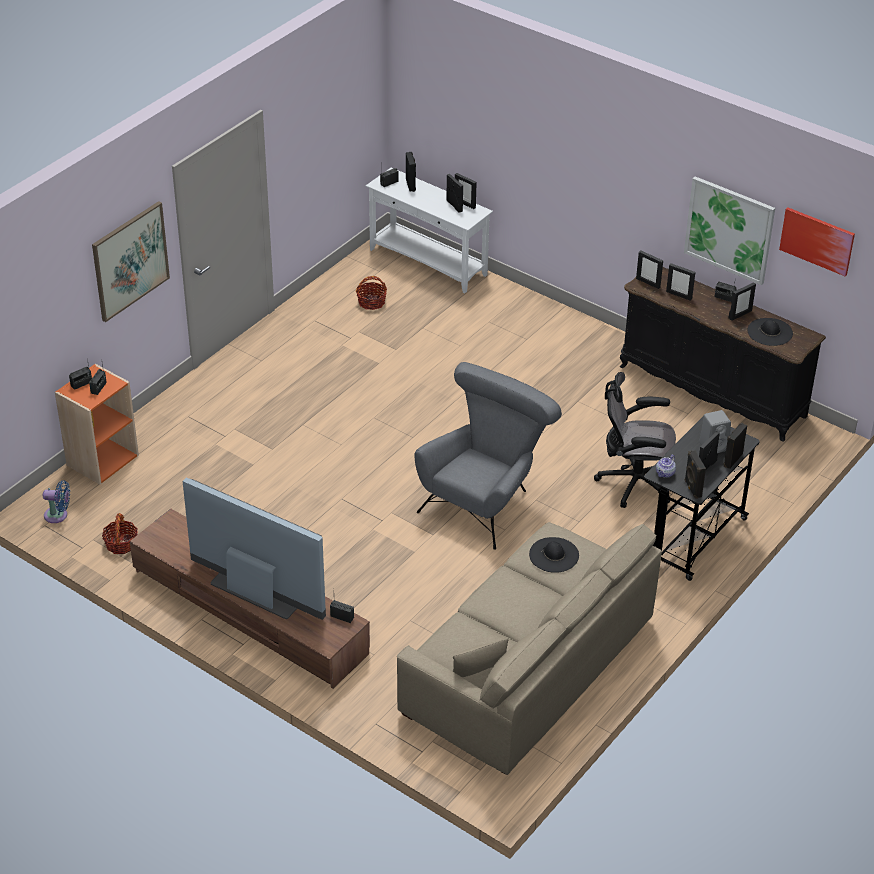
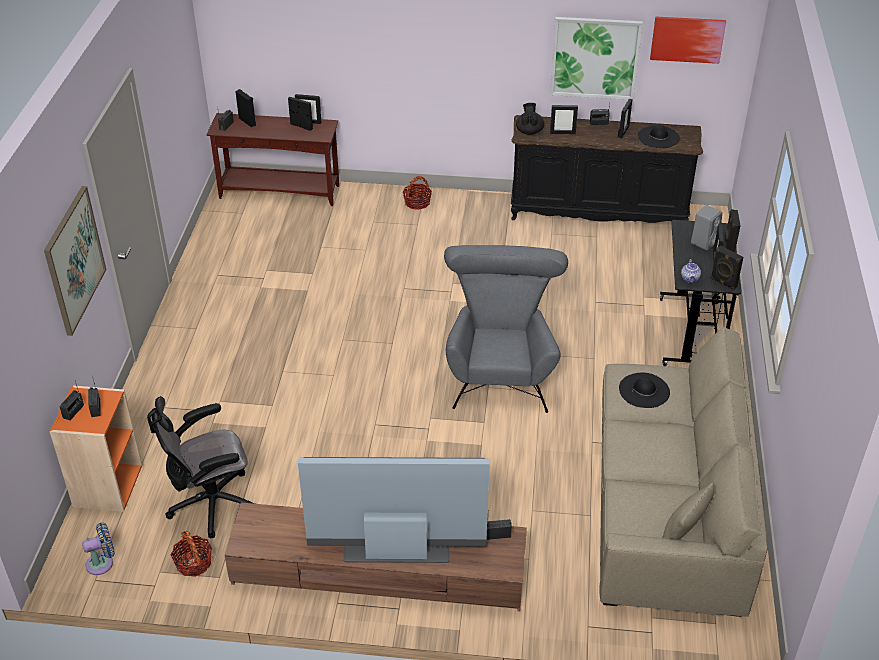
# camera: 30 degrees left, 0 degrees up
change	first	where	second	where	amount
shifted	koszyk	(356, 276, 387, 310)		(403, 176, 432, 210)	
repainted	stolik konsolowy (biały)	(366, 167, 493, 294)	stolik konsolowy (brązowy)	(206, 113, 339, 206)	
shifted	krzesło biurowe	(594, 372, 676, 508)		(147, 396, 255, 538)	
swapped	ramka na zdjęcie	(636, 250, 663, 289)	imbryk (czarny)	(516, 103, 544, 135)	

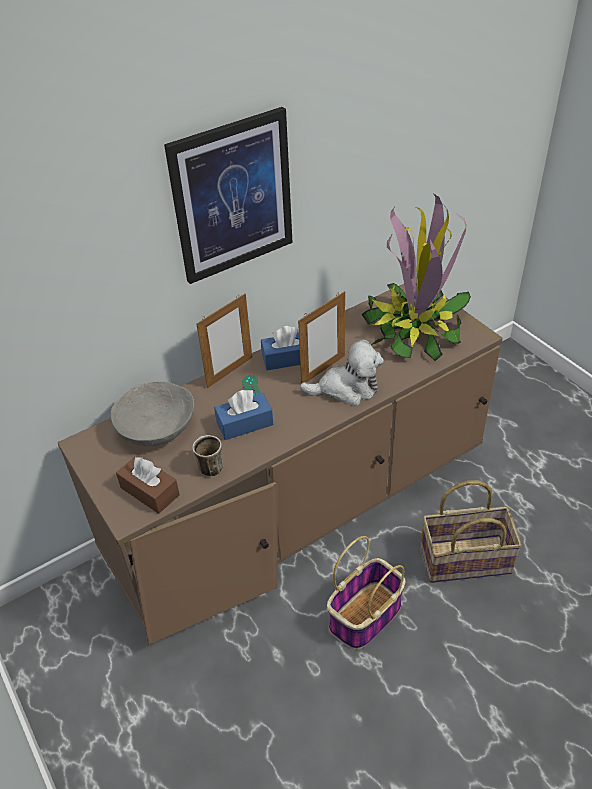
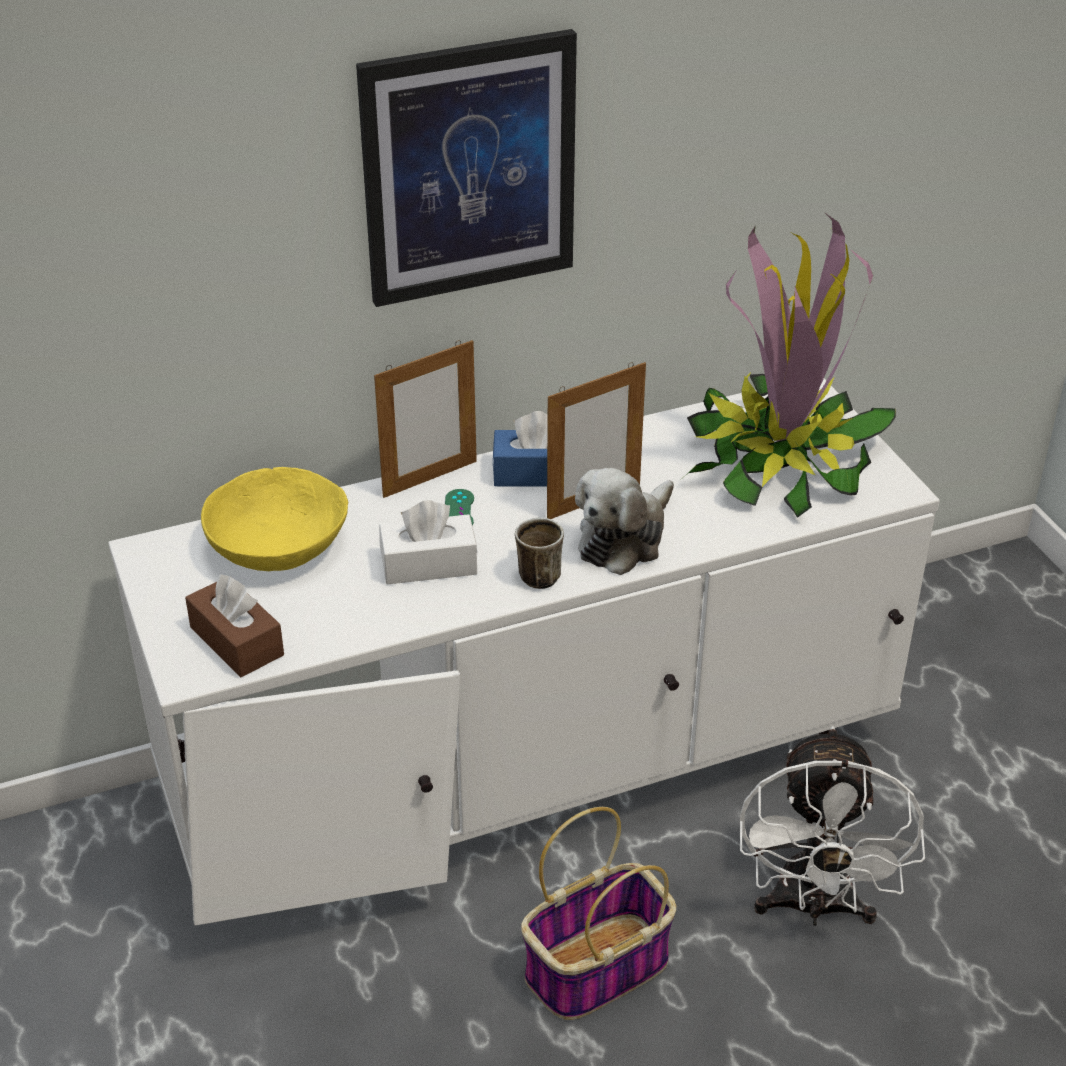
# camera: 10 degrees right, 5 degrees down
change	first	where	second	where	amount
repainted	szafka pod telewizor (brązowy)	(58, 278, 503, 644)	szafka pod telewizor (biały)	(108, 378, 940, 926)	
repainted	miska (szary)	(111, 381, 195, 446)	miska (żółty)	(201, 467, 348, 571)	
shifted	kubek	(192, 435, 223, 476)		(515, 517, 564, 589)	
repainted	pudełko chusteczek (niebieski)	(214, 390, 273, 440)	pudełko chusteczek (biały)	(379, 500, 478, 585)	
rotated	pluszak	(300, 340, 384, 406)		(575, 468, 674, 575)	120 degrees clockwise
swapped	koszyk	(421, 480, 522, 583)	wentylator (biały)	(740, 726, 925, 926)	

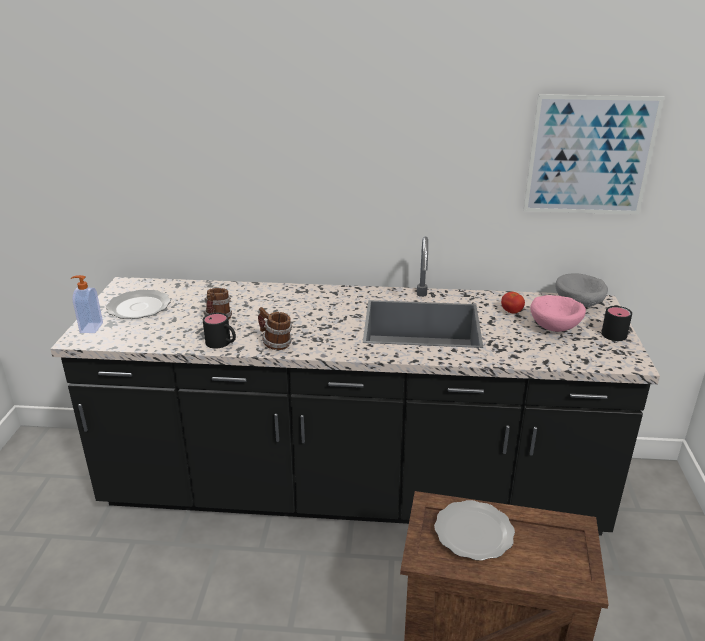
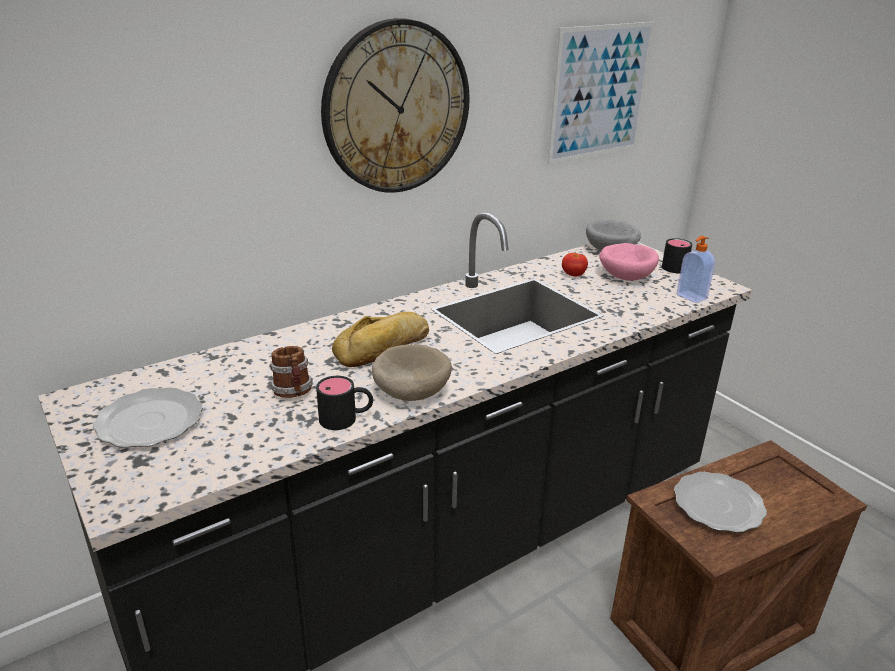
# camera: 40 degrees left, 0 degrees up
change	first	where	second	where	amount
shifted	dozownik mydła	(71, 275, 103, 333)		(677, 236, 715, 303)	
swapped	kubek	(258, 307, 293, 350)	miska (beżowy)	(372, 344, 452, 401)	
new			zegar ścienny	(321, 18, 470, 193)	
new			chleb	(332, 312, 429, 367)	

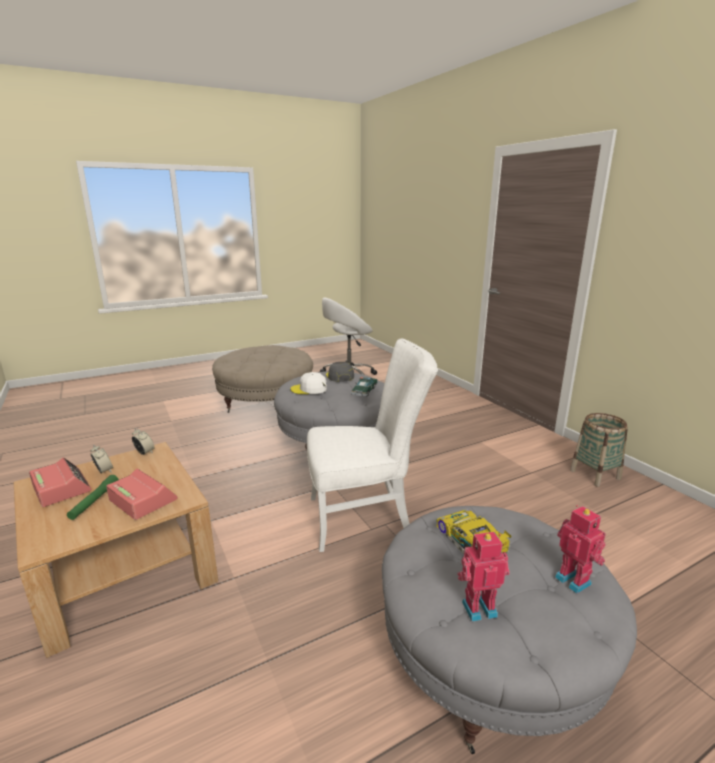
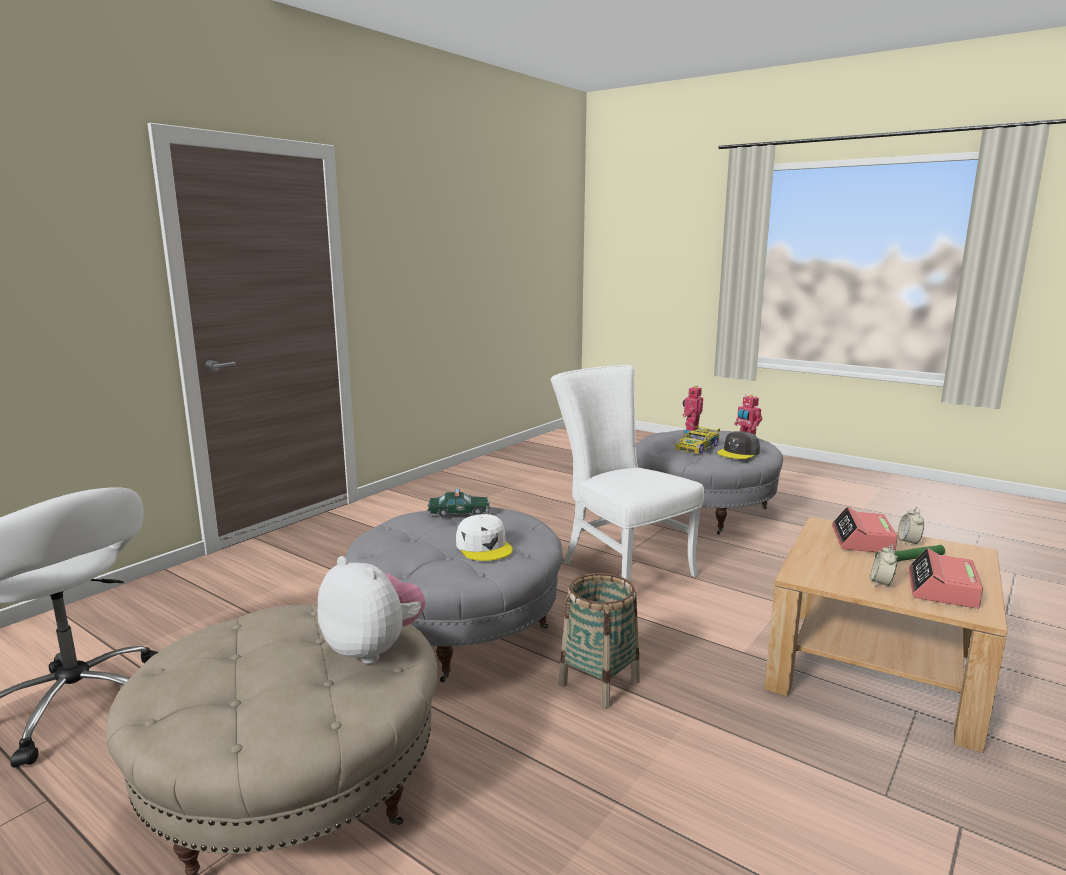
# camera: 115 degrees left, 5 degrees down
change	first	where	second	where	amount
shifted	budzik	(132, 428, 154, 455)		(898, 507, 924, 546)	
shifted	czapka z daszkiem (szary)	(326, 362, 354, 382)		(717, 431, 760, 459)	
shifted	koszyk	(570, 413, 628, 487)		(559, 573, 640, 708)	
new			pluszak	(317, 556, 426, 664)	

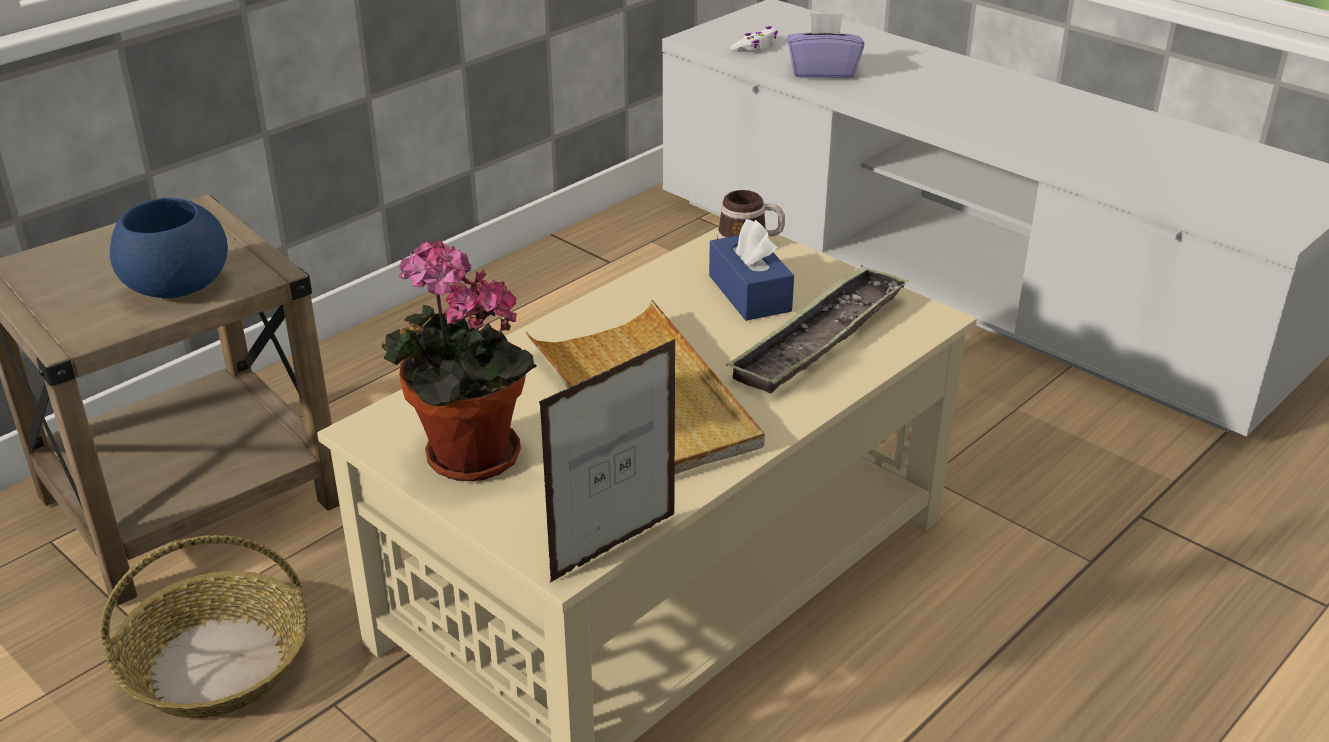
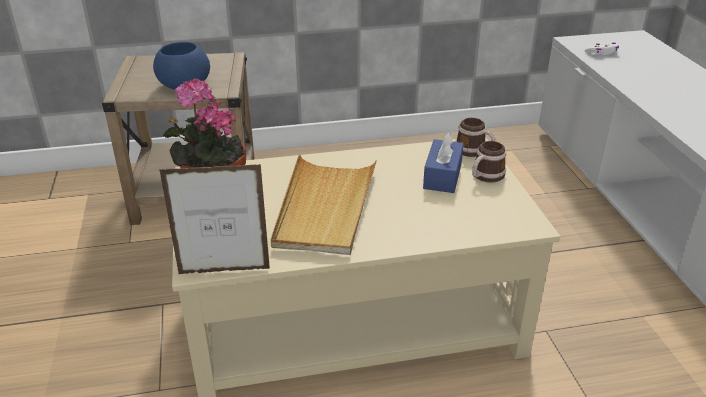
# camera: 35 degrees right, 0 degrees up
change	first	where	second	where	amount
gone	koszyk	(101, 535, 308, 718)			
gone	taca	(726, 265, 909, 393)			
gone	pudełko chusteczek (fioletowy)	(787, 13, 864, 78)			
new			kubek	(472, 141, 506, 183)	

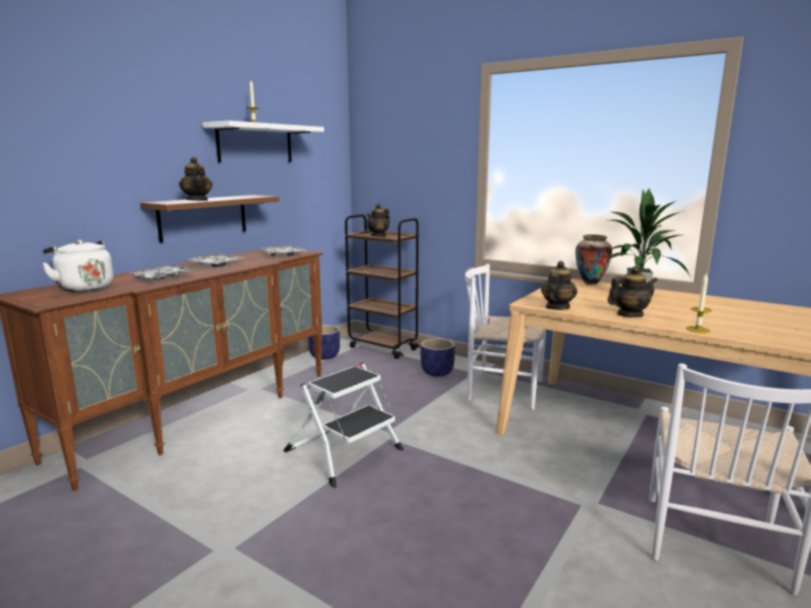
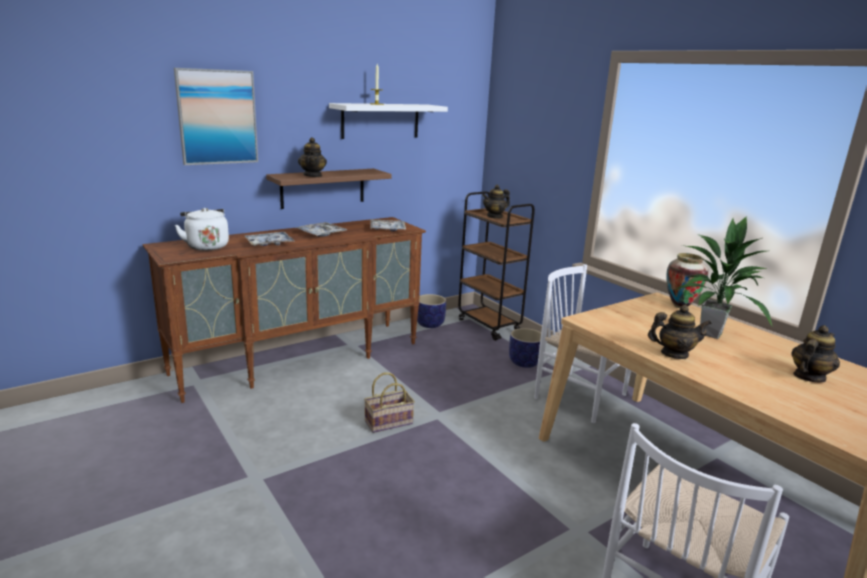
# camera: 20 degrees right, 5 degrees up
change	first	where	second	where	amount
swapped	drabinka	(283, 362, 404, 488)	koszyk	(364, 372, 415, 433)	
shifted	imbryk	(541, 261, 577, 310)		(791, 325, 840, 382)	
gone	świeca	(686, 272, 712, 333)			
new			obraz	(174, 68, 258, 165)	

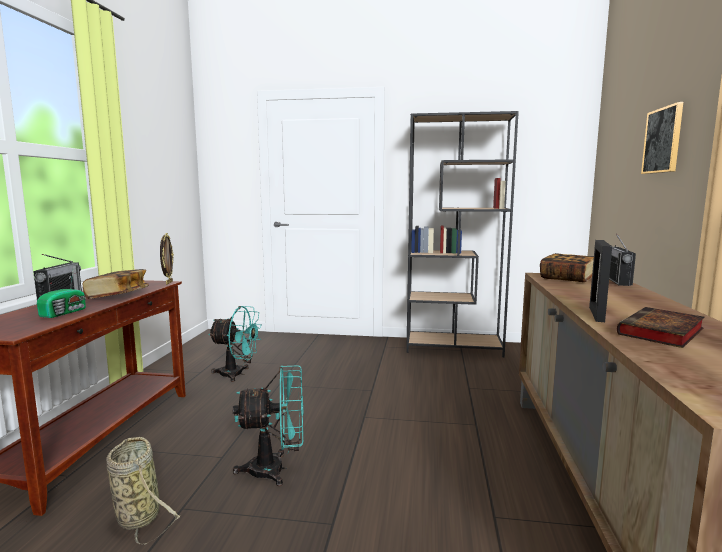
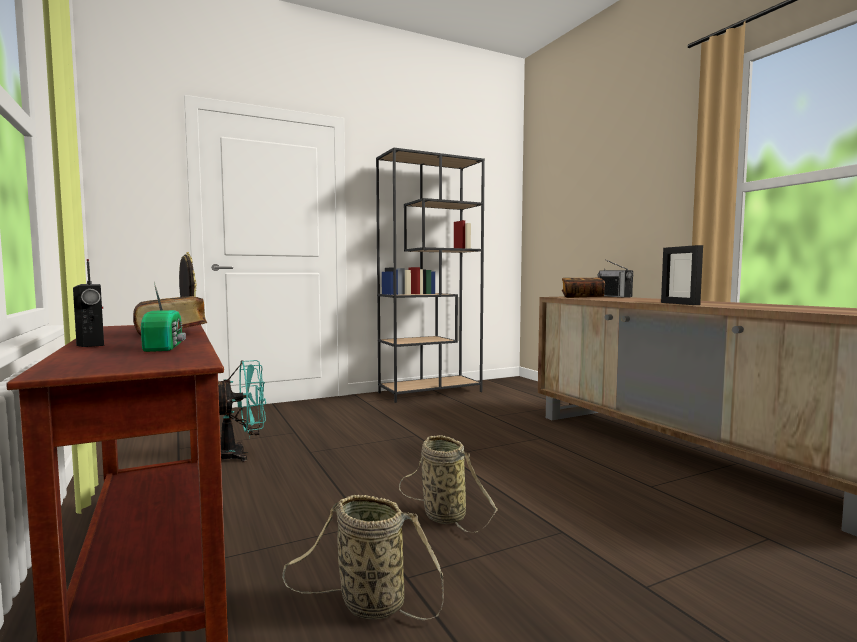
# camera: 35 degrees left, 5 degrees down
change	first	where	second	where	amount
swapped	wentylator (turkusowy)	(232, 365, 303, 486)	koszyk	(399, 435, 498, 533)	
gone	książka	(617, 307, 705, 348)			
gone	obraz	(641, 102, 683, 174)			

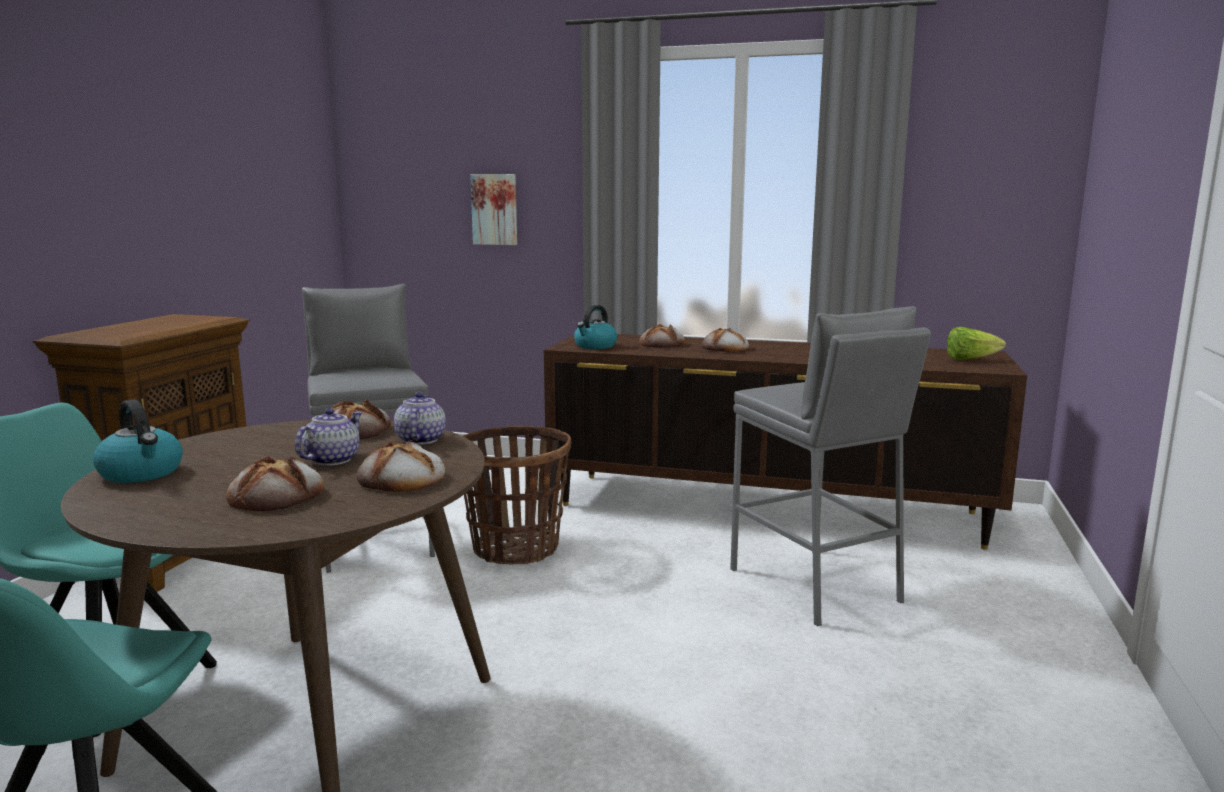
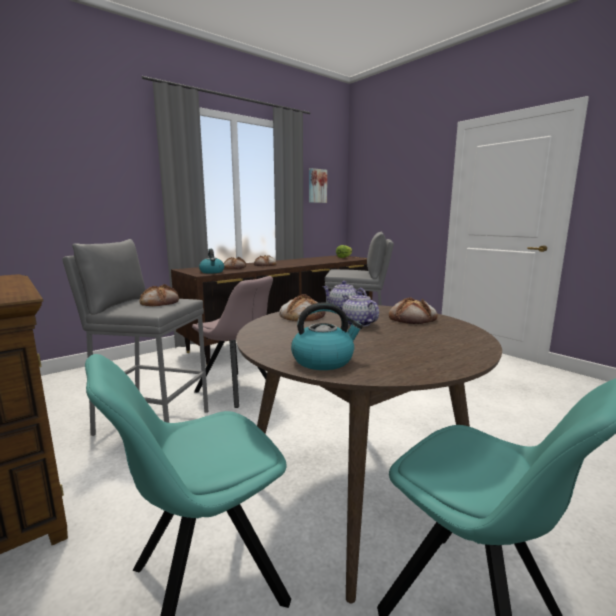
# camera: 55 degrees left, 0 degrees up
change	first	where	second	where	amount
shifted	chleb	(226, 456, 324, 511)		(139, 284, 179, 306)	
swapped	koszyk	(463, 426, 571, 564)	krzesło (różowy)	(192, 276, 273, 408)	
shifted	obraz	(470, 174, 517, 245)		(309, 168, 327, 203)	

